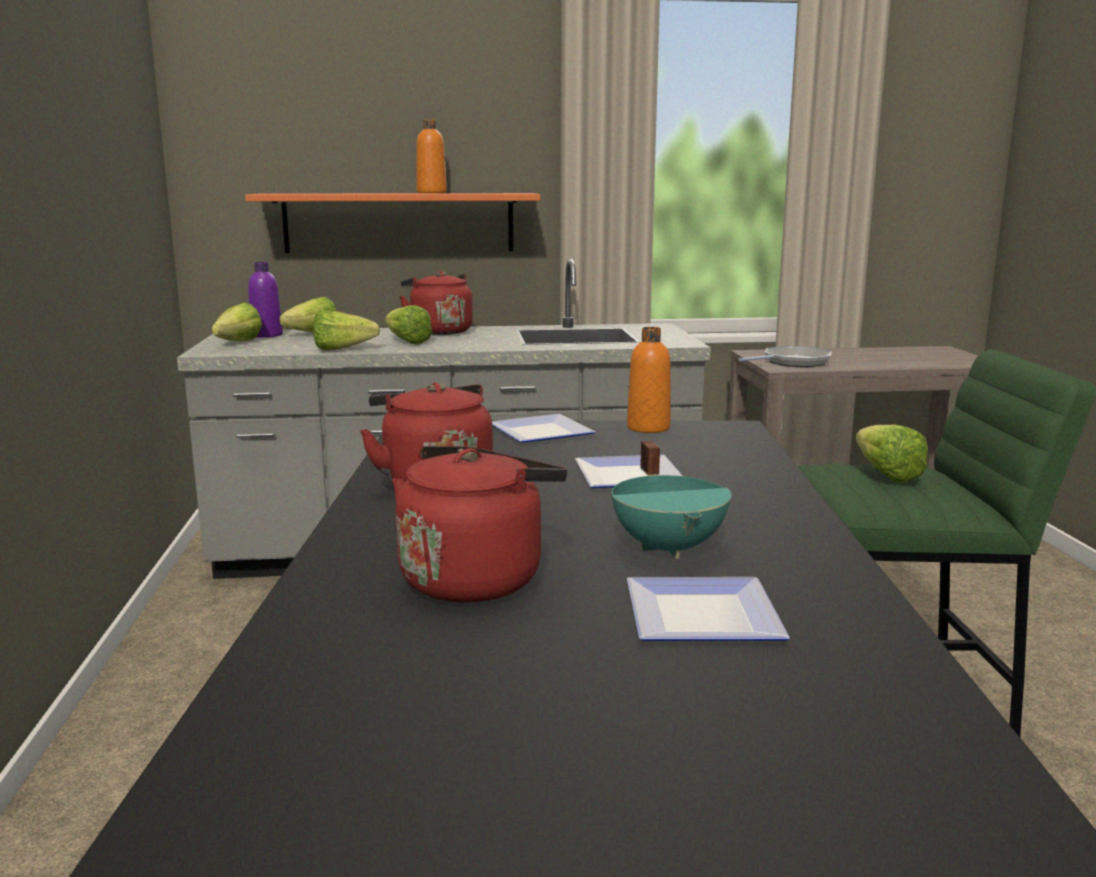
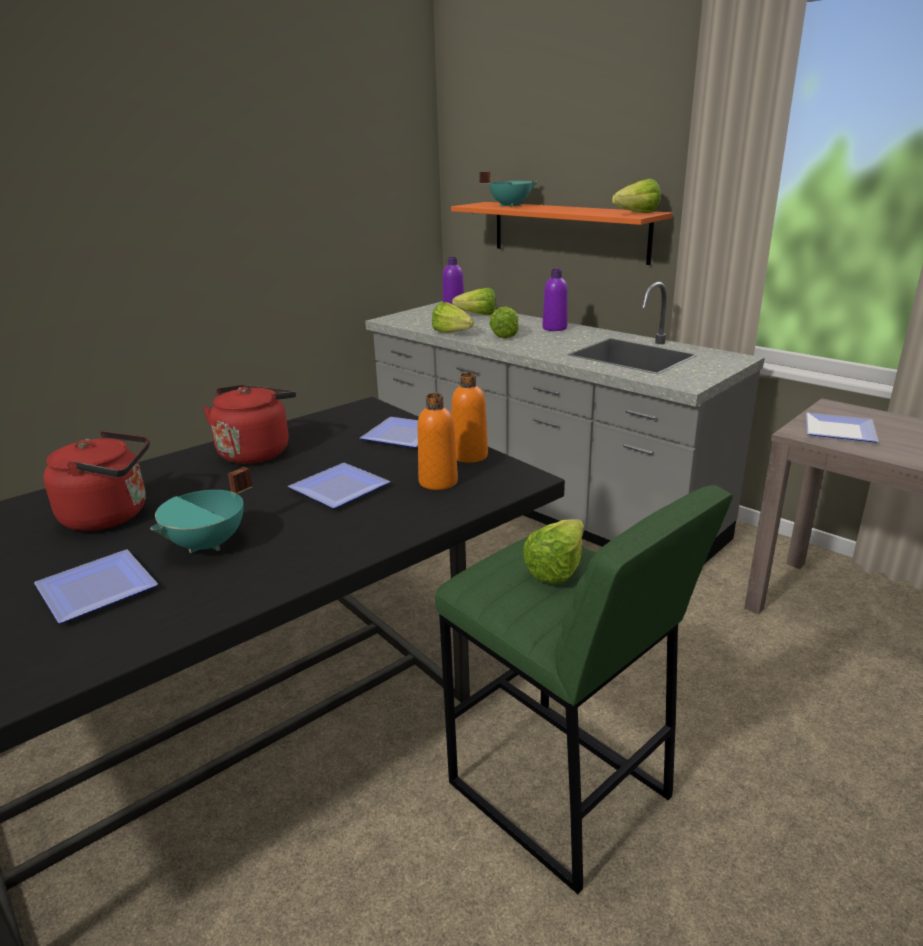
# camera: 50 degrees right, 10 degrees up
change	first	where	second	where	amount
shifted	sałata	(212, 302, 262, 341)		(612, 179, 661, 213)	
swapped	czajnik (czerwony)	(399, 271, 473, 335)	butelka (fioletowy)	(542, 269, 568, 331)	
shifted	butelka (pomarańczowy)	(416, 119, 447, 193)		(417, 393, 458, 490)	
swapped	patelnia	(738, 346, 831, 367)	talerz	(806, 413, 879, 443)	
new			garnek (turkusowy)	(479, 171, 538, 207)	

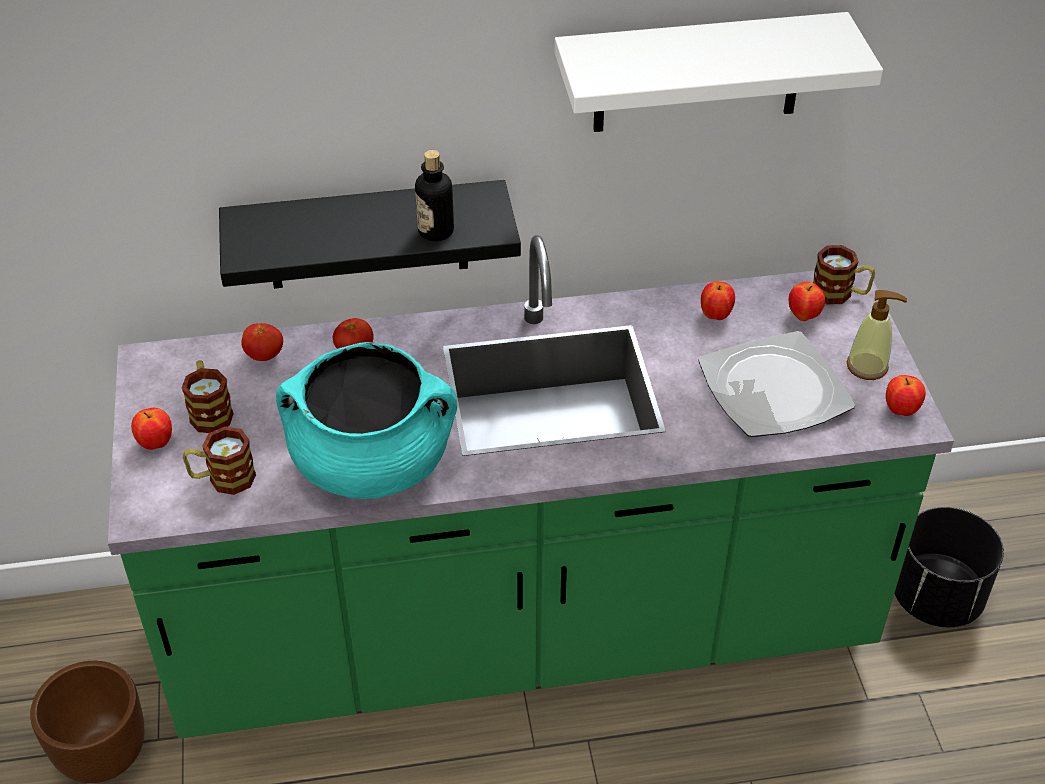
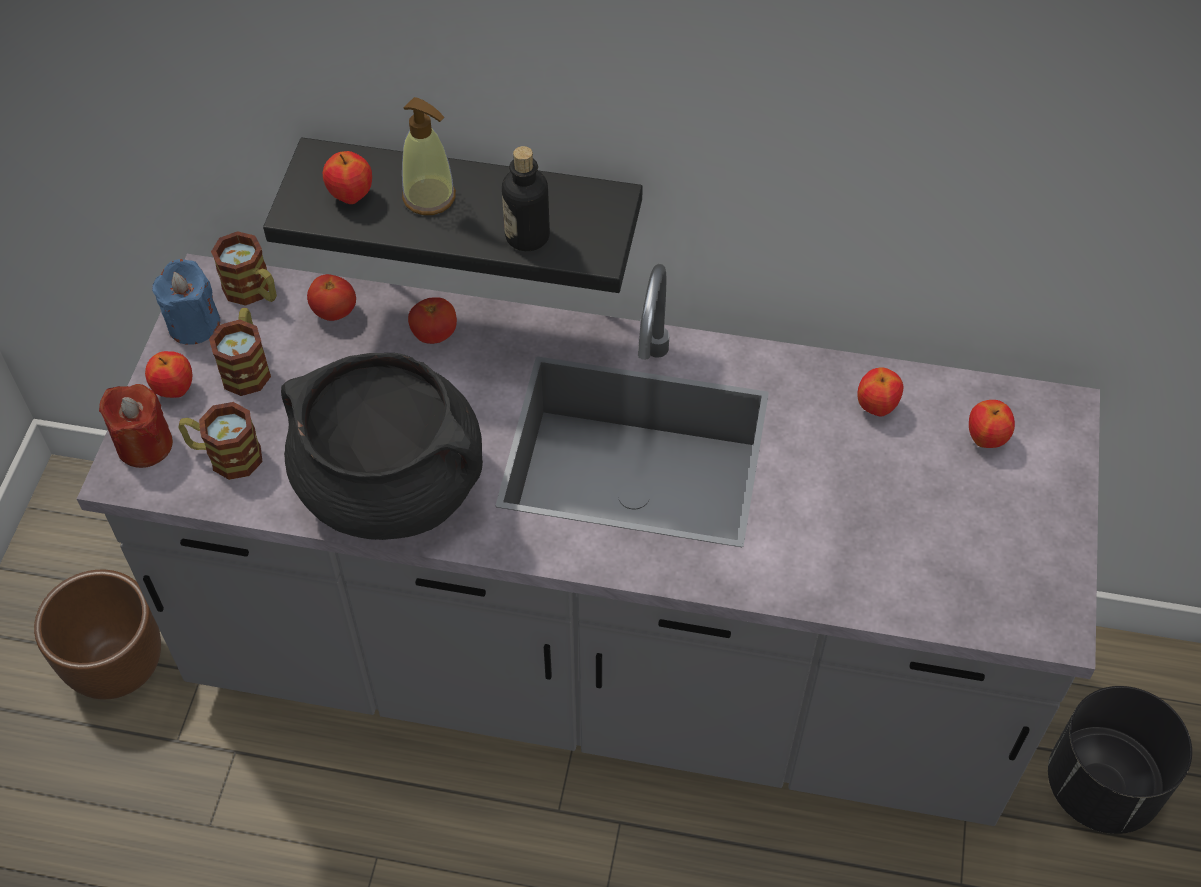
# camera: 20 degrees right, 10 degrees up
change	first	where	second	where	amount
repainted	zabudowa kuchenna (zielony)	(108, 235, 954, 739)	zabudowa kuchenna (szary)	(77, 254, 1100, 826)	
repainted	garnek (turkusowy)	(276, 342, 457, 499)	garnek (czarny)	(281, 353, 483, 540)	
gone	półka (biały)	(554, 12, 883, 132)			
gone	talerz	(698, 331, 855, 437)			
shifted	kubek	(813, 245, 875, 305)		(211, 231, 277, 306)	
shifted	dozownik mydła	(847, 290, 907, 380)		(402, 97, 456, 215)	
shifted	jabłko	(886, 375, 926, 416)		(323, 151, 372, 204)	
new			świeca (czerwony)	(99, 384, 173, 468)	
new			świeca (niebieski)	(152, 259, 220, 345)	

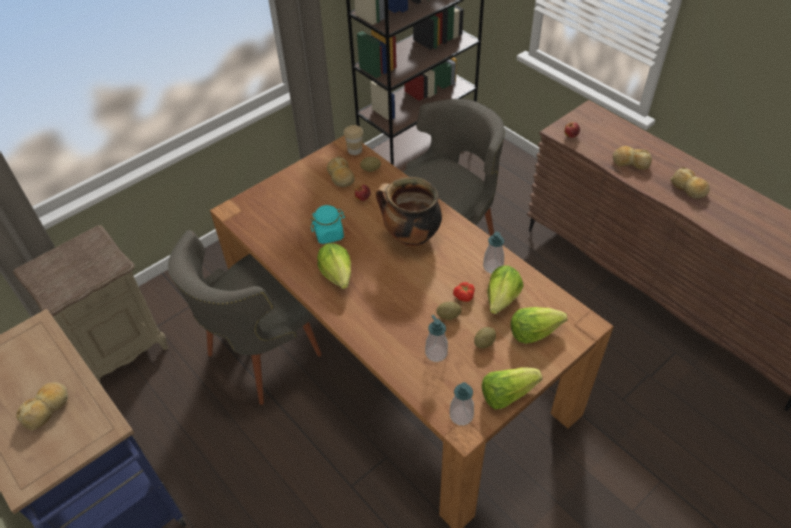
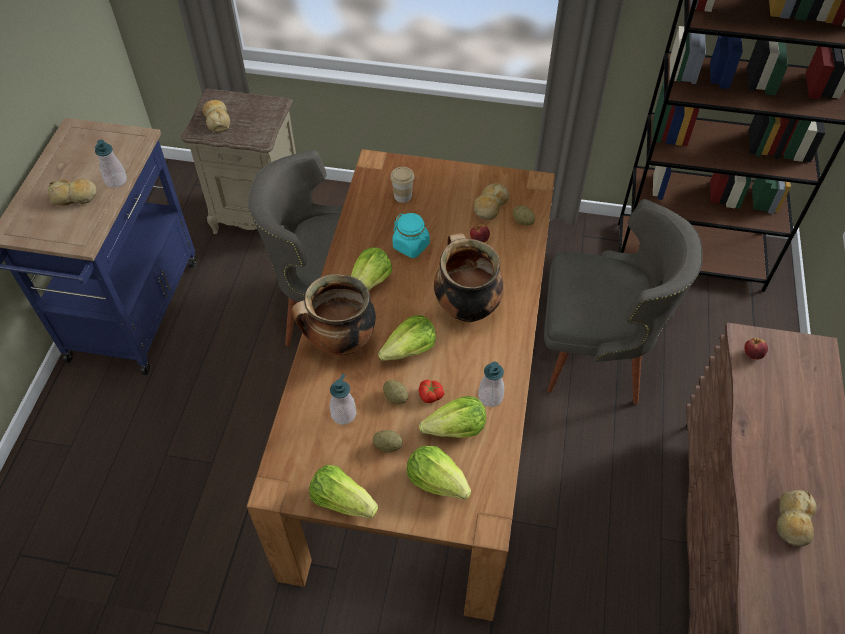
# camera: 50 degrees right, 5 degrees up
change	first	where	second	where	amount
shifted	filiżanka	(344, 125, 363, 155)		(390, 167, 415, 203)	
shifted	dozownik mydła	(450, 382, 474, 425)		(94, 139, 127, 188)	
shifted	chleb	(613, 146, 652, 170)		(202, 100, 230, 133)	
new			garnek	(291, 274, 376, 355)	
new			sałata	(378, 315, 436, 361)	

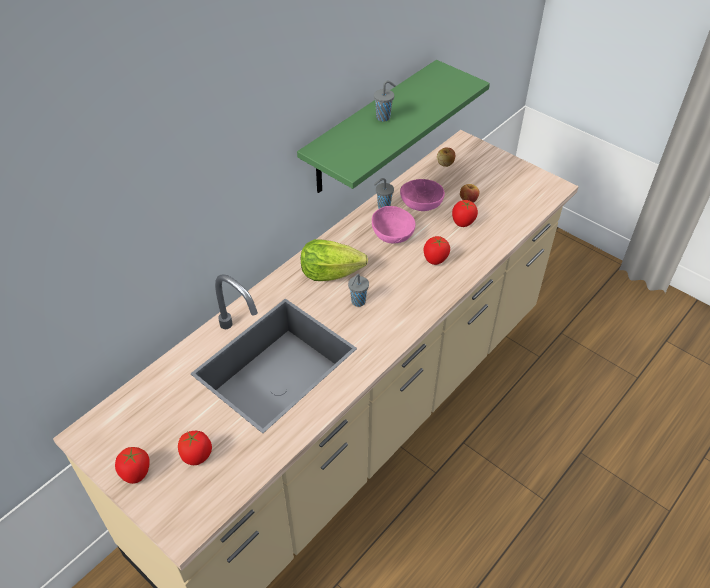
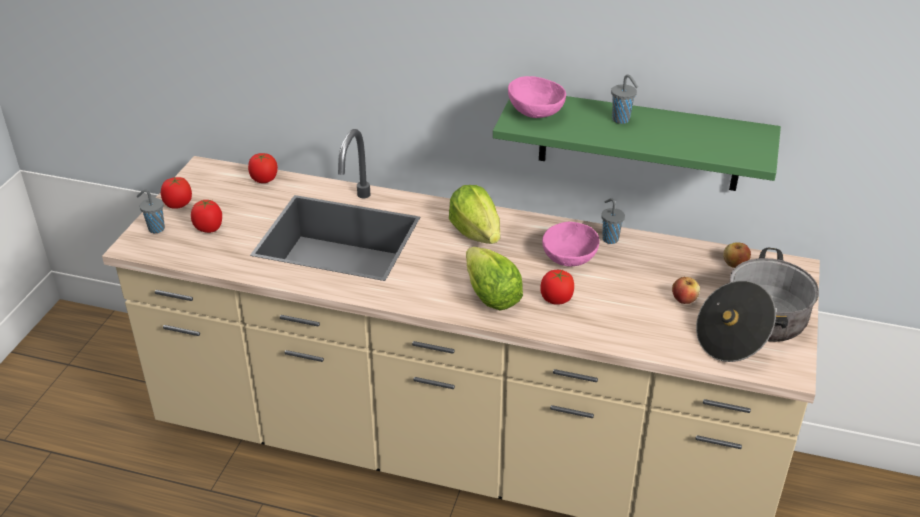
# camera: 65 degrees right, 10 degrees down
change	first	where	second	where	amount
shifted	filiżanka (szary)	(348, 274, 369, 307)		(137, 190, 165, 233)	
shifted	miska (różowy)	(400, 179, 445, 211)		(508, 76, 566, 118)	
shifted	pomidor	(452, 200, 478, 227)		(248, 153, 278, 183)	
new			sałata	(466, 247, 523, 310)	
new			garnek	(696, 248, 819, 362)	

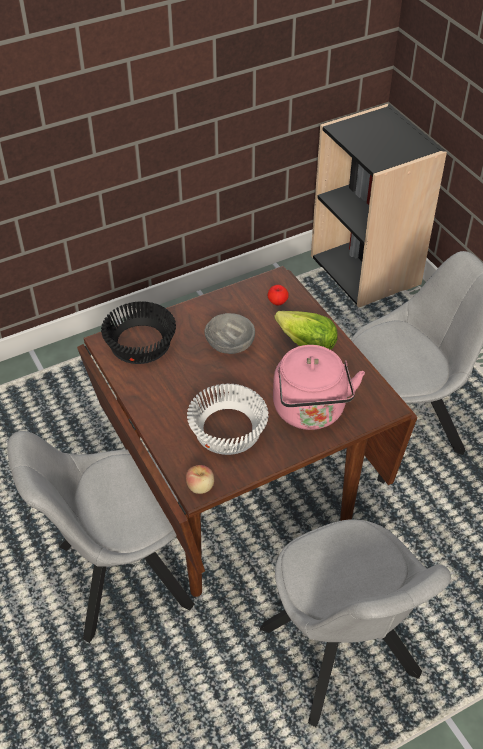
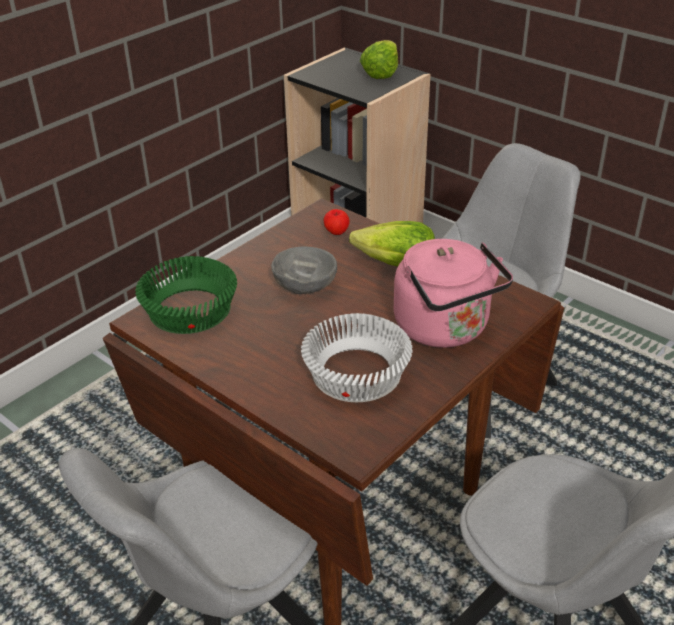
# camera: 20 degrees left, 10 degrees down
change	first	where	second	where	amount
repainted	miska (czarny)	(101, 301, 176, 364)	miska (zielony)	(135, 256, 237, 334)	
gone	jabłko	(186, 465, 214, 494)			
new			sałata	(360, 40, 398, 79)	

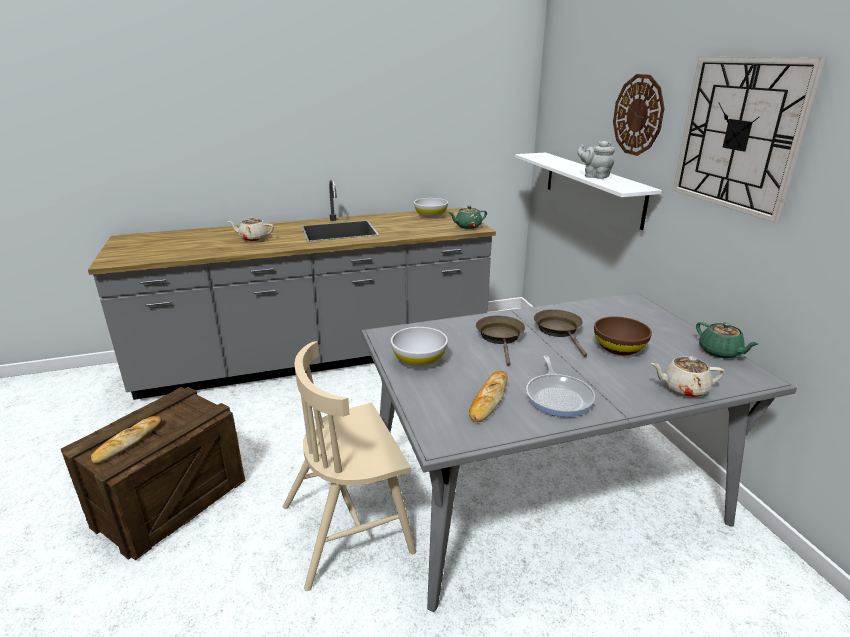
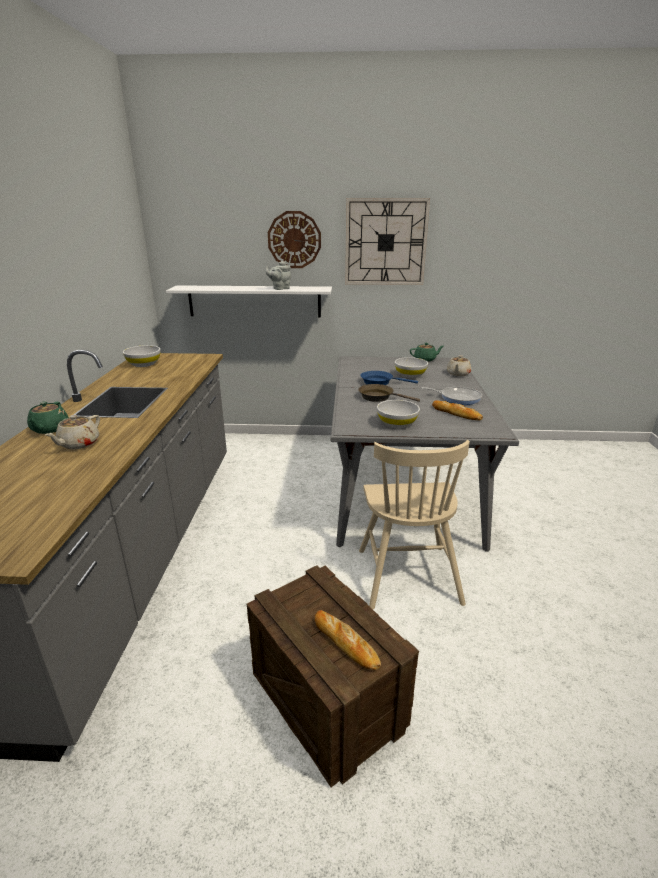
# camera: 70 degrees left, 0 degrees up
change	first	where	second	where	amount
shifted	imbryk (zielony)	(448, 206, 487, 229)		(27, 401, 69, 434)	
repainted	patelnia (brązowy)	(534, 309, 587, 357)	patelnia (niebieski)	(361, 371, 418, 385)	
repainted	miska (brązowy)	(594, 317, 652, 355)	miska (biały)	(395, 357, 428, 378)	

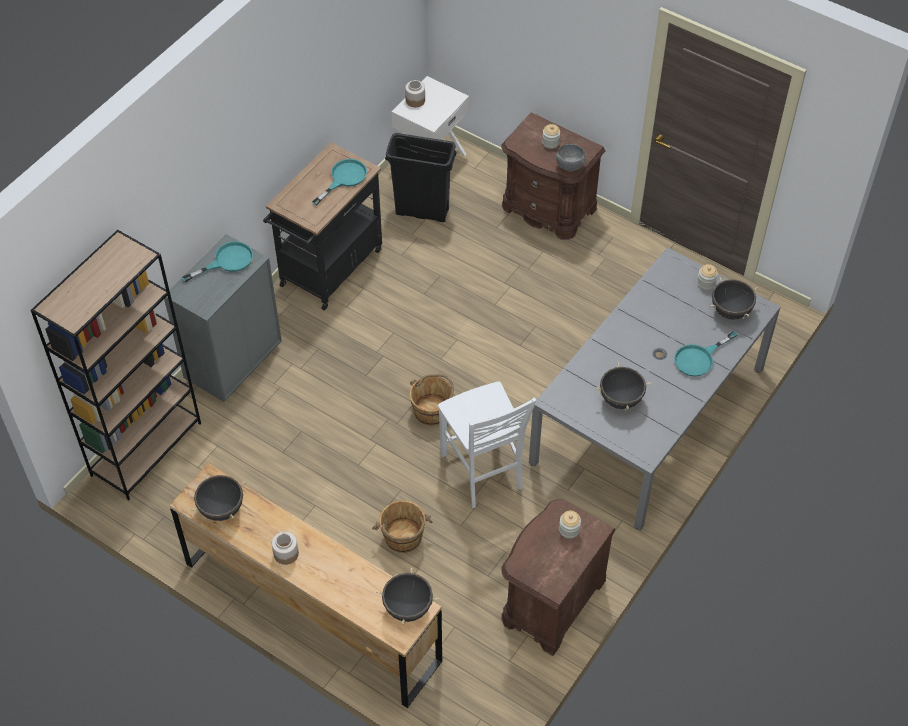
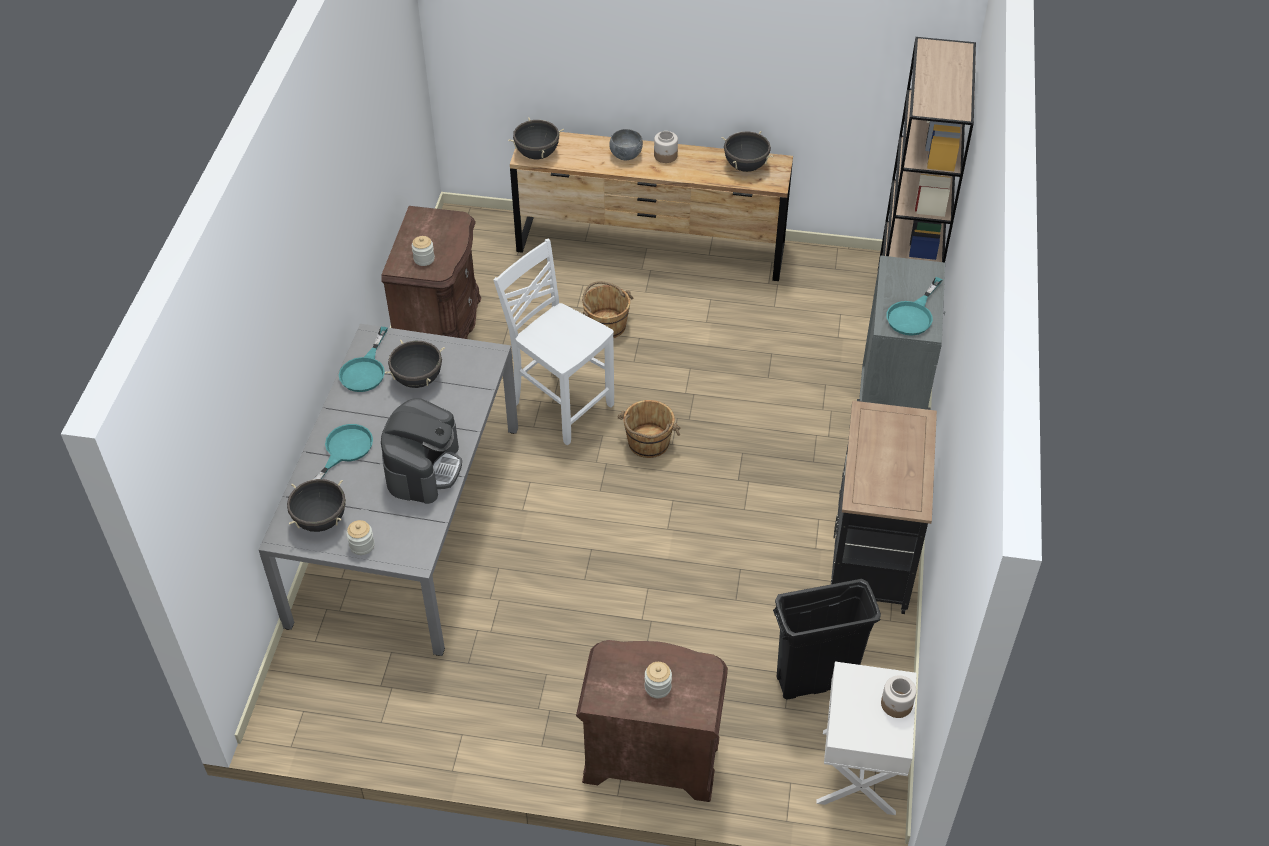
# camera: 155 degrees right, 5 degrees down
change	first	where	second	where	amount
shifted	patelnia (turkusowy)	(312, 159, 367, 205)		(339, 327, 388, 392)	
shifted	miska (szary)	(556, 144, 585, 171)		(609, 129, 643, 160)	
new			ekspres do kawy	(381, 398, 462, 504)	

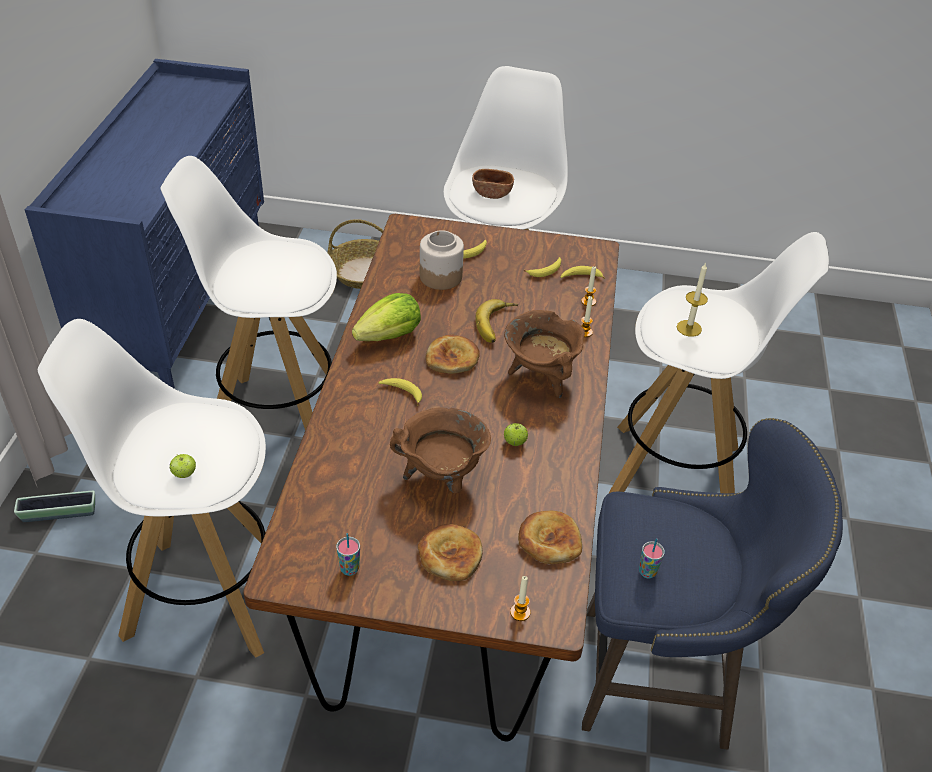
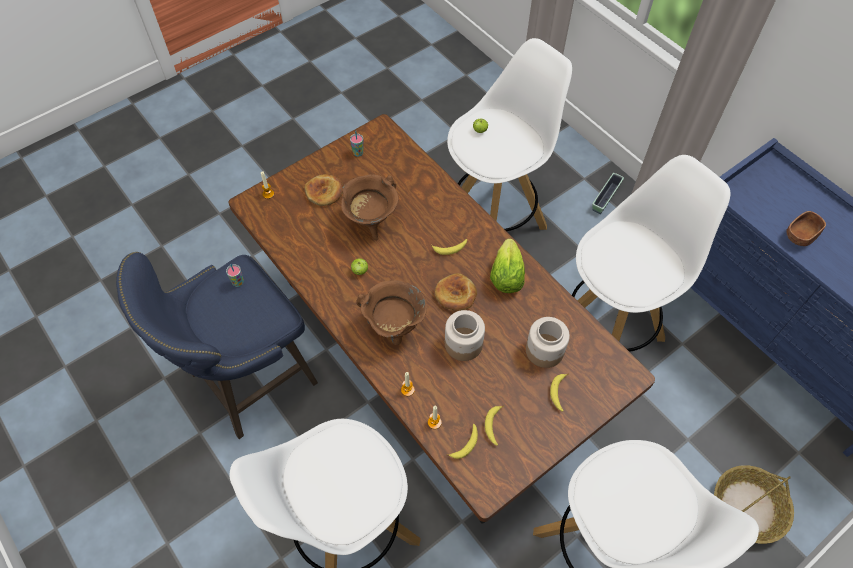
# camera: 135 degrees right, 15 degrees up
change	first	where	second	where	amount
shifted	miska (brązowy)	(472, 169, 514, 199)		(786, 211, 826, 246)	
swapped	banan	(475, 299, 518, 343)	słoik	(445, 310, 485, 361)	
gone	chleb	(518, 511, 582, 564)			
gone	świeca	(677, 262, 708, 337)			

